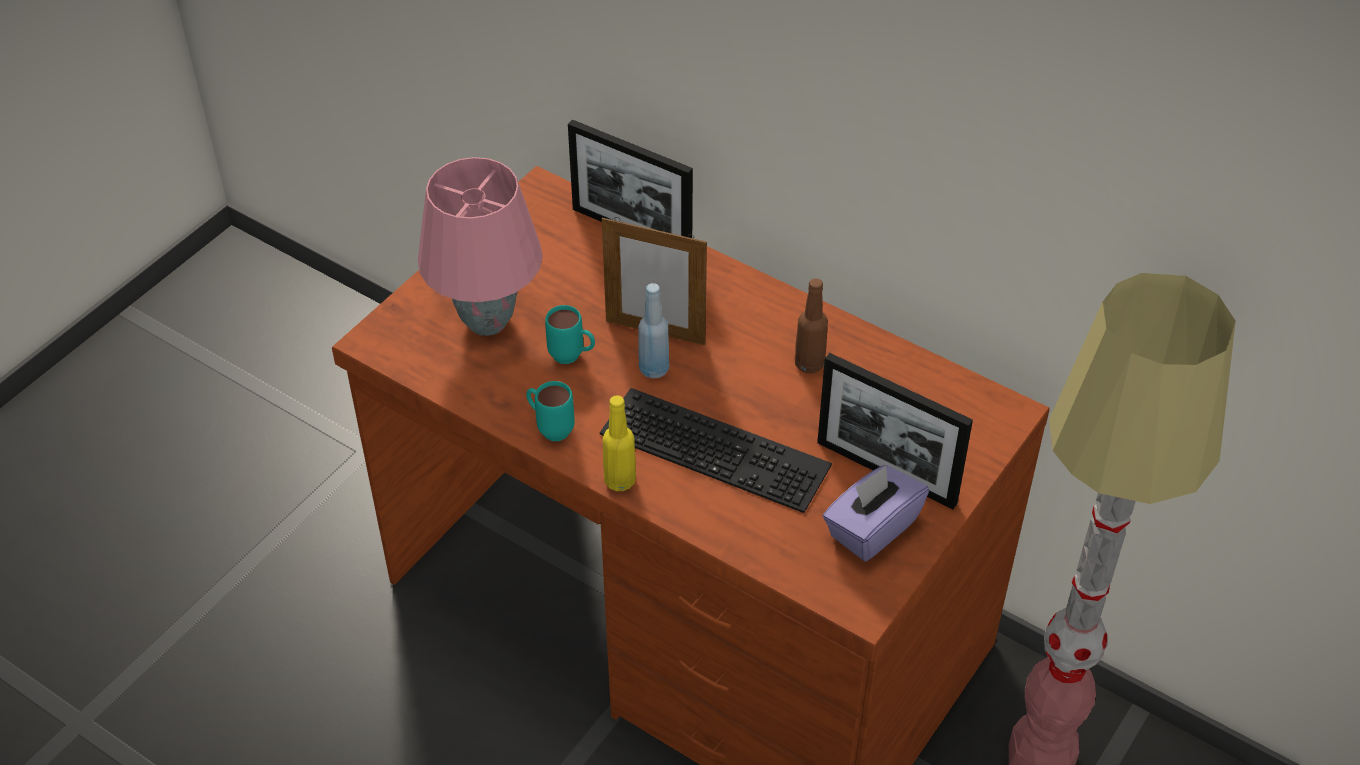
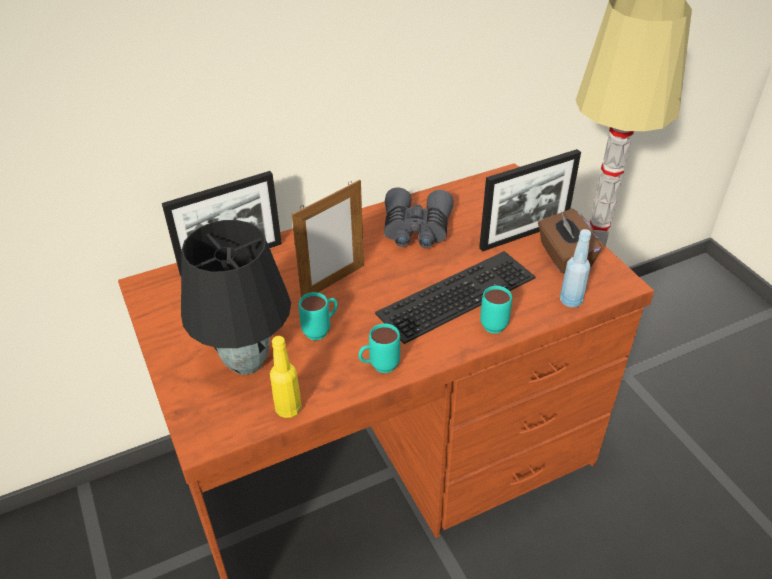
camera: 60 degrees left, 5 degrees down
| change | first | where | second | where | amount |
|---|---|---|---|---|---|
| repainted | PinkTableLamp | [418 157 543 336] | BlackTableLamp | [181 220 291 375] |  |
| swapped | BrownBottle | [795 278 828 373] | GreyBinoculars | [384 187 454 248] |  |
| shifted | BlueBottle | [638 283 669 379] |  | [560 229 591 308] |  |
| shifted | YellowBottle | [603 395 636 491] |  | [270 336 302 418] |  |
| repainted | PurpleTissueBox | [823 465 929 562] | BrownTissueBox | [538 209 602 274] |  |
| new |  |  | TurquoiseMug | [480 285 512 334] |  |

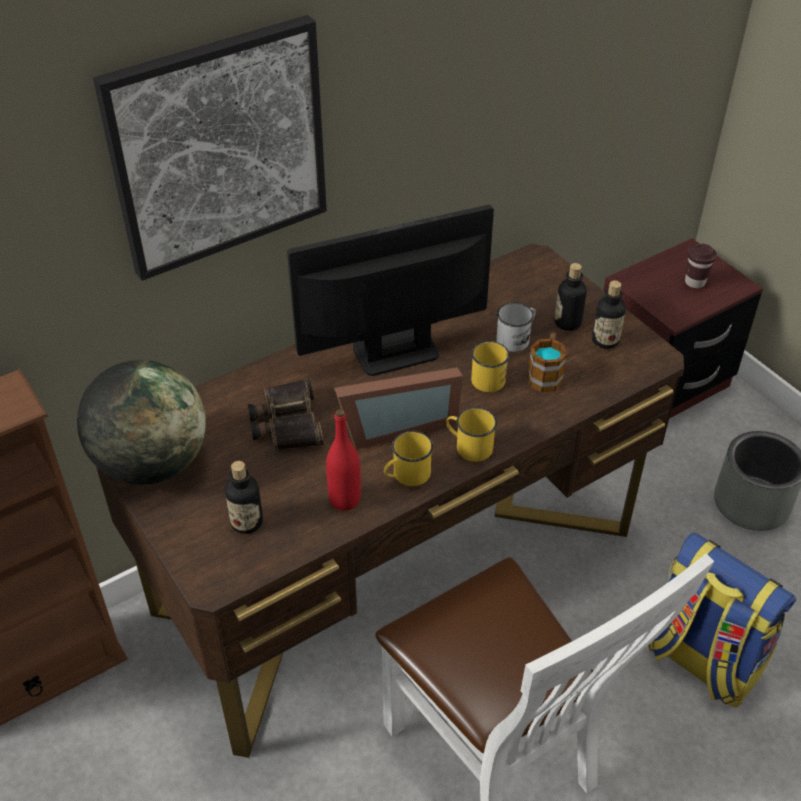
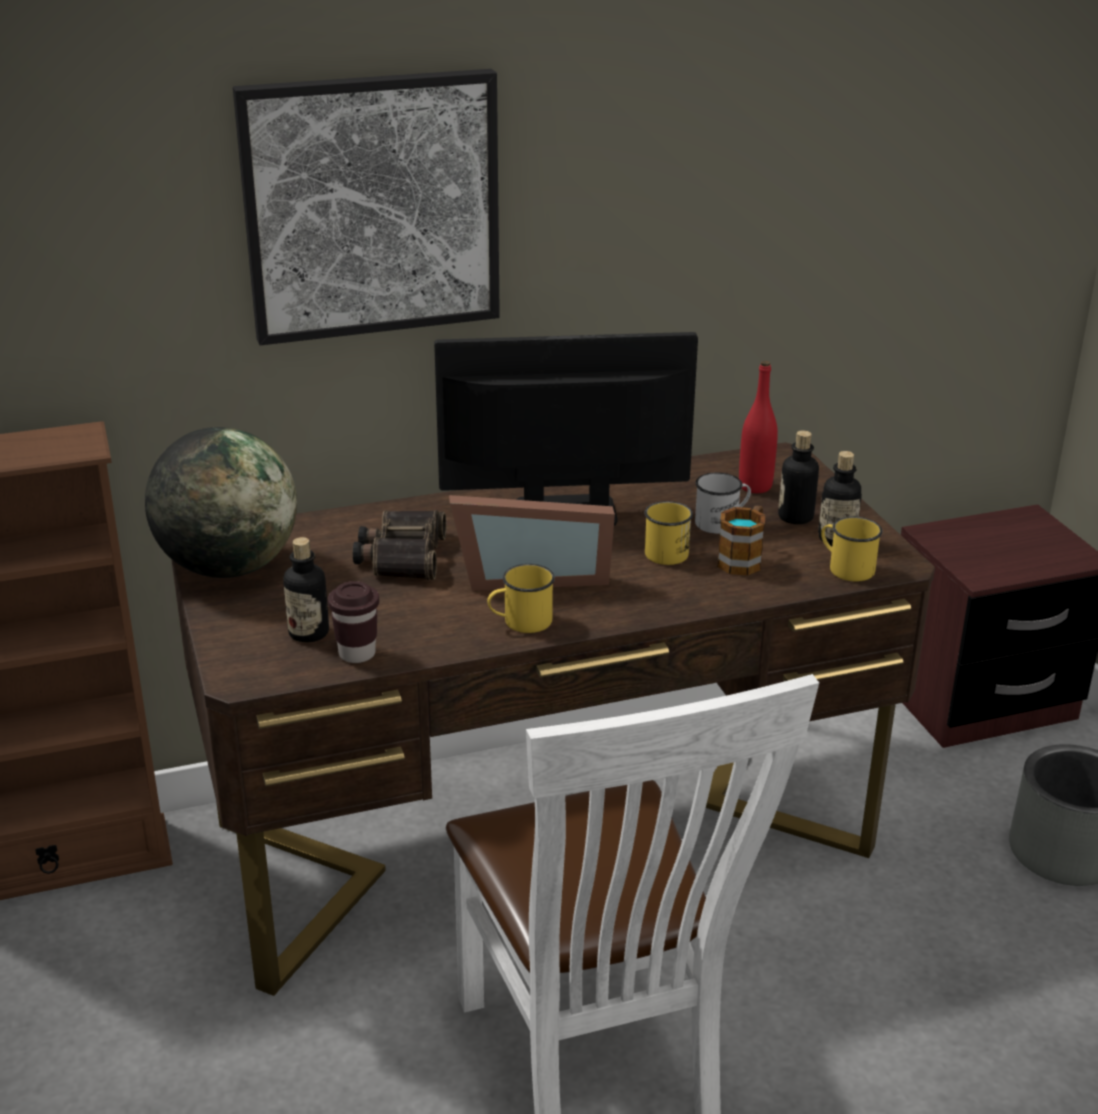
camera: 15 degrees right, 15 degrees down
| change | first | where | second | where | amount |
|---|---|---|---|---|---|
| shifted | BrownCup | [685 243 717 288] |  | [328 581 379 663] |  |
| shifted | YellowMug | [446 407 497 462] |  | [821 517 883 581] |  |
| shifted | RedBottle | [326 409 361 510] |  | [739 361 778 493] |  |
| gone | Backpack | [648 533 796 707] |  |  |  |

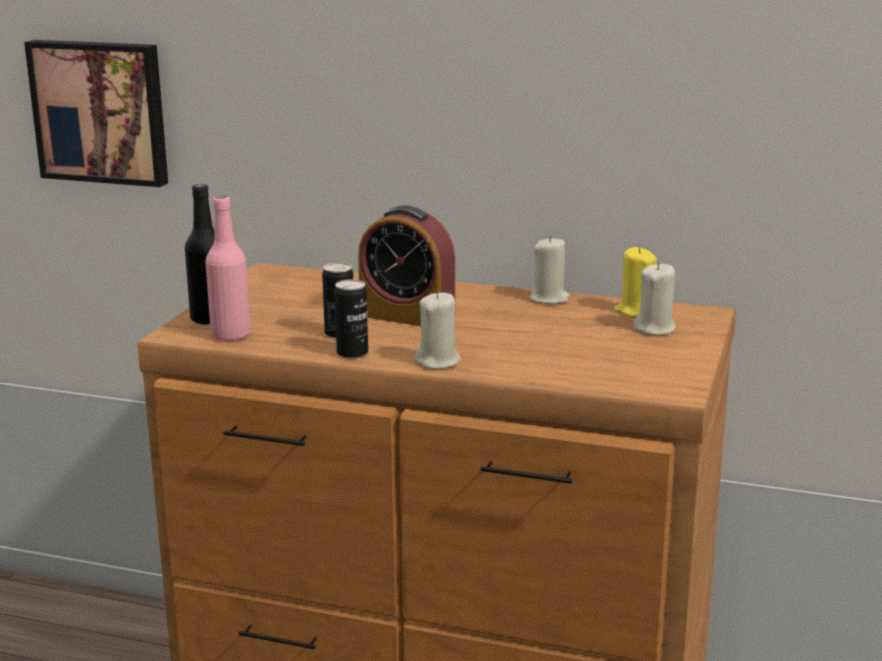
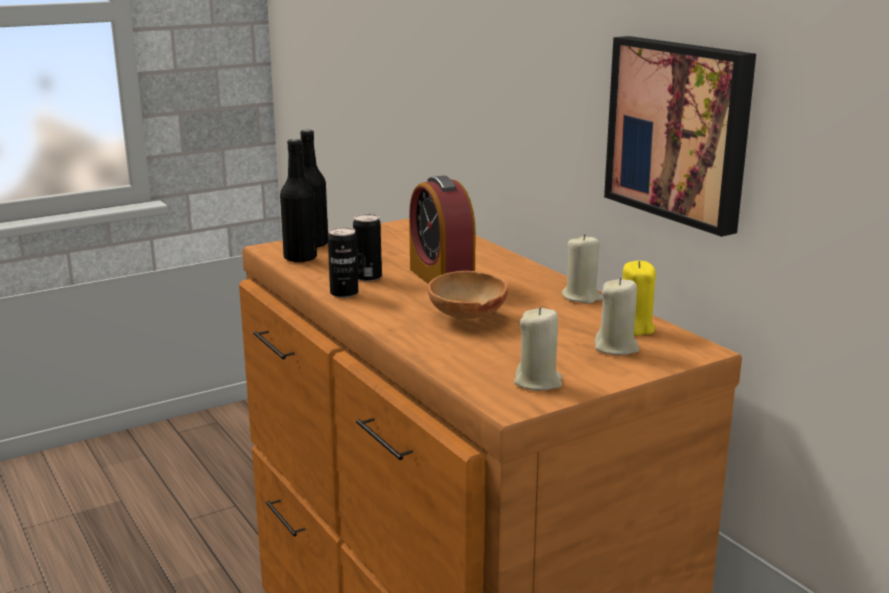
camera: 40 degrees right, 0 degrees up
| change | first | where | second | where | amount |
|---|---|---|---|---|---|
| shifted | Picture | [24 40 168 187] |  | [604 36 756 237] |  |
| repainted | PinkBottle | [205 196 251 342] | BlackBottle | [280 139 317 263] |  |
| shifted | BeigeCandle | [415 292 461 369] |  | [514 307 562 391] |  |
| new |  |  | BrownBowl | [428 271 508 321] |  |

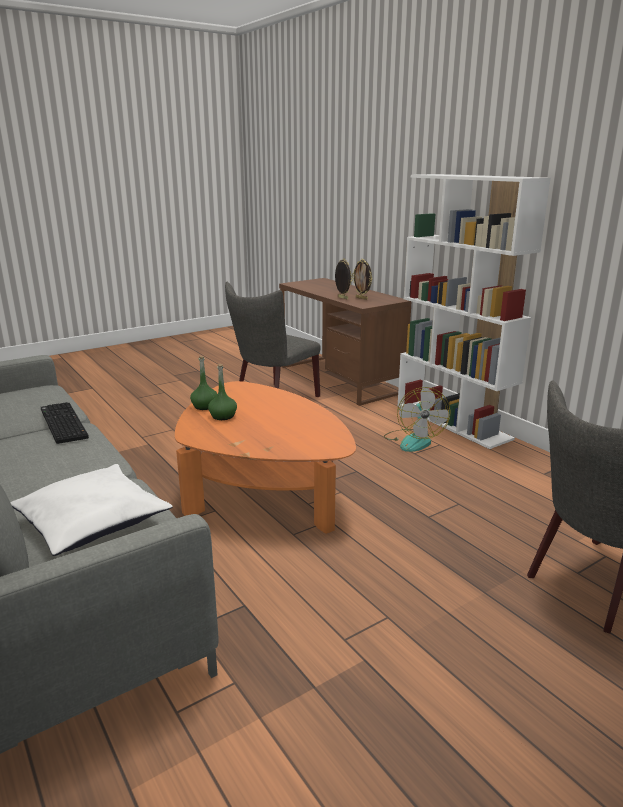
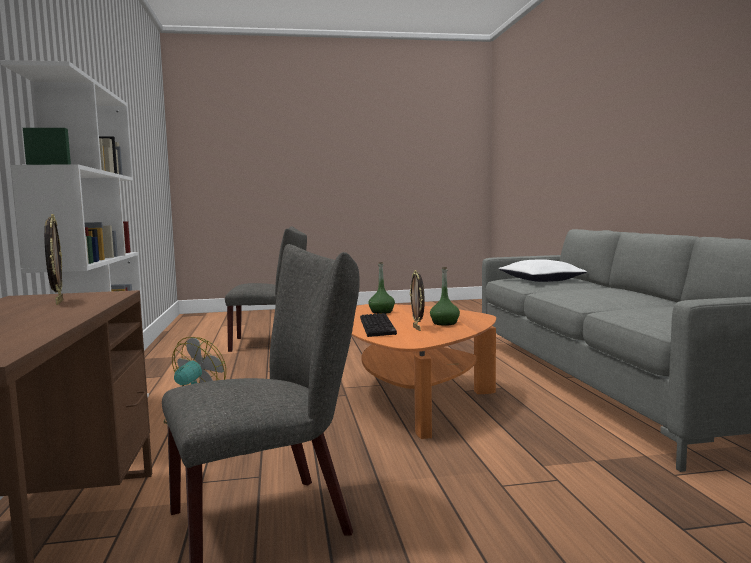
camera: 155 degrees left, 15 degrees down
| change | first | where | second | where | amount |
|---|---|---|---|---|---|
| shifted | PictureFrame | [335 258 353 299] |  | [410 270 425 331] |  |
| shifted | GreenBottle | [190 356 217 410] |  | [368 262 395 314] |  |
| shifted | Keyboard | [41 402 89 444] |  | [360 313 397 337] |  |

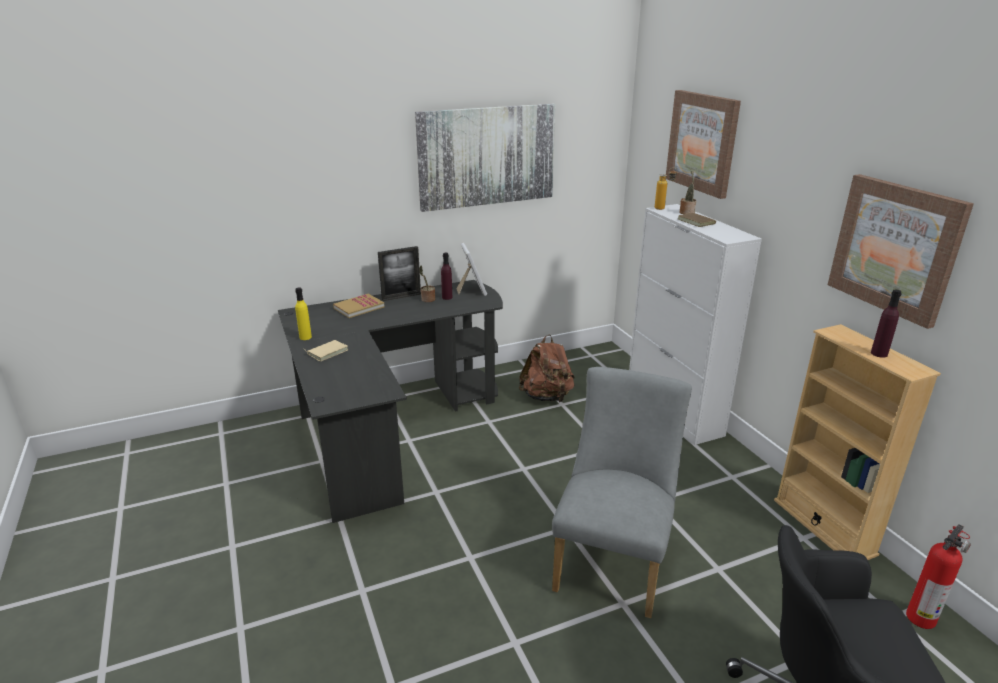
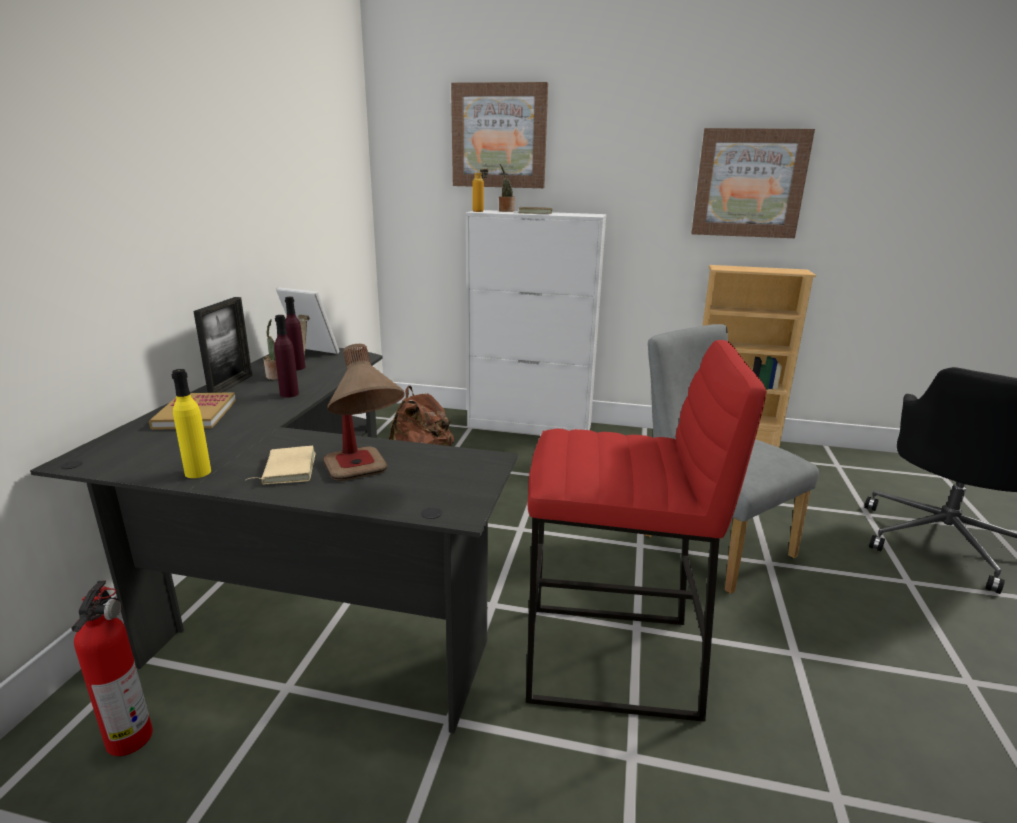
camera: 55 degrees left, 5 degrees down
| change | first | where | second | where | amount |
|---|---|---|---|---|---|
| gone | Picture | [415 104 556 212] |  |  |  |
| shifted | PurpleBottle | [871 290 902 358] |  | [274 315 299 398] |  |
| shifted | FireExtinguisher | [906 524 971 629] |  | [71 581 153 756] |  |
| new |  |  | RedStool | [526 340 767 722] |  |
| new |  |  | TableLamp | [323 344 405 481] |  |

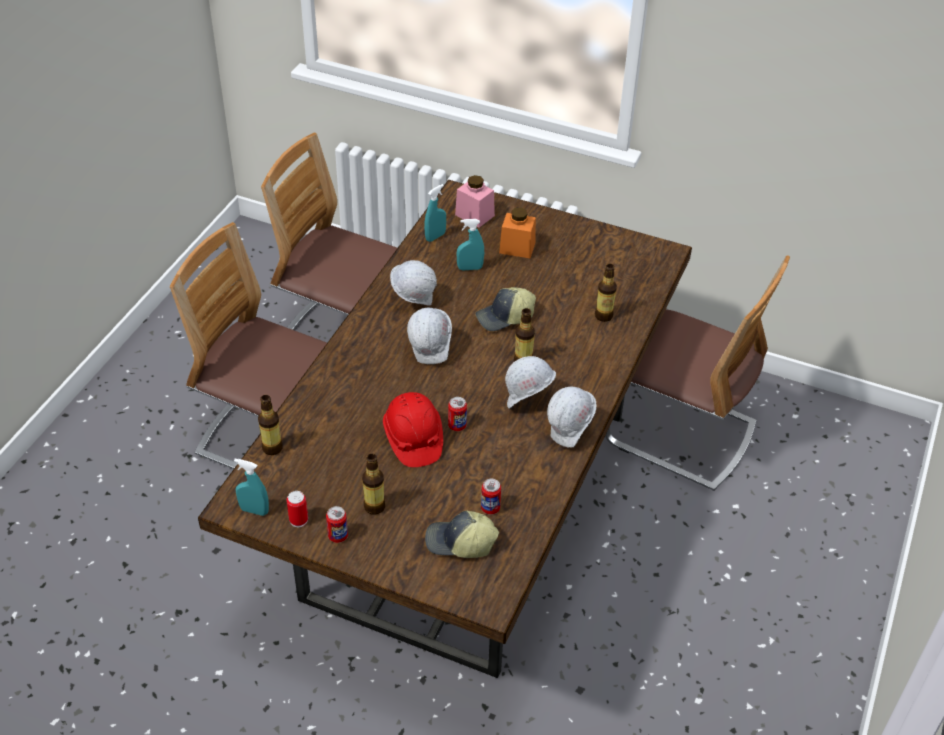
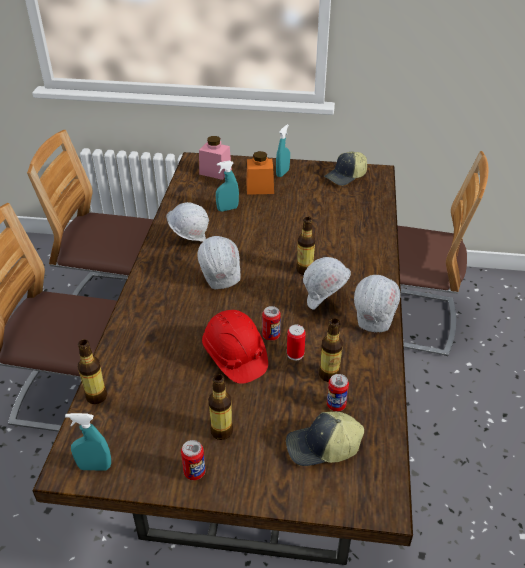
camera: 15 degrees left, 5 degrees down
| change | first | where | second | where | amount |
|---|---|---|---|---|---|
| shifted | TurquoiseSprayBottle | [424 184 446 242] |  | [276 124 290 177] |  |
| shifted | Bottle | [595 264 617 322] |  | [319 318 343 382] |  |
| shifted | Cap | [475 287 536 331] |  | [324 151 367 186] |  |
| shifted | Can | [287 491 308 527] |  | [287 325 306 360] |  |

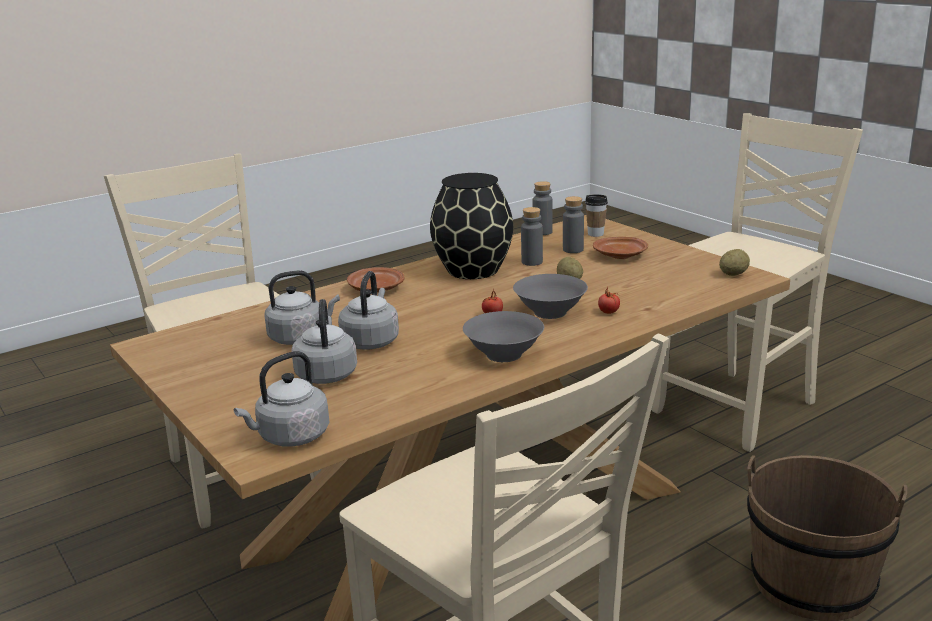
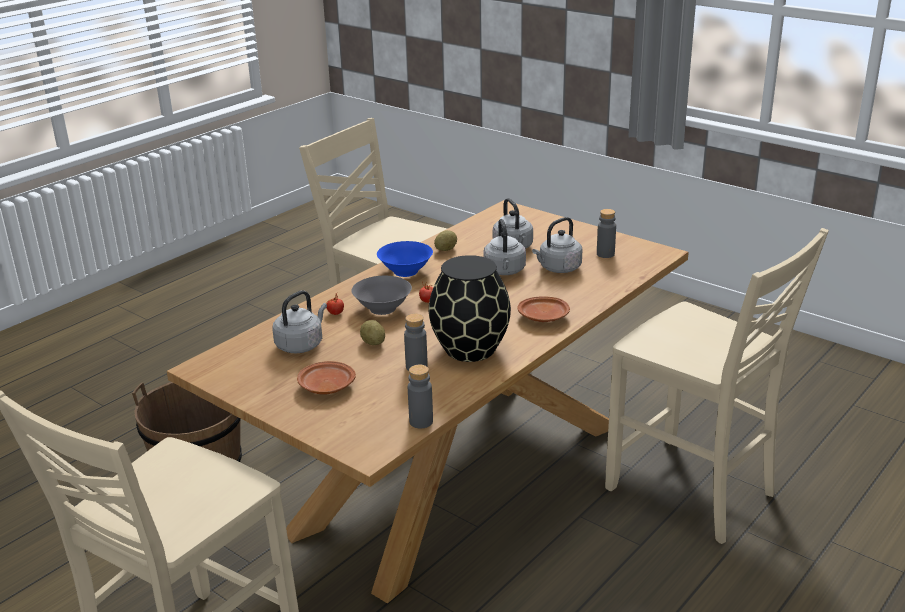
camera: 165 degrees right, 5 degrees up
| change | first | where | second | where | amount |
|---|---|---|---|---|---|
| gone | Cup | [585 194 608 237] |  |  |  |
| shifted | GreyBottle | [563 196 584 253] |  | [597 209 616 258] |  |
| shifted | Potato | [719 249 750 276] |  | [434 230 457 251] |  |
| repainted | GreyBowl | [463 311 544 362] | BlueBowl | [377 241 433 277] |  |
| shifted | GreyKettle | [234 351 329 447] |  | [273 290 327 353] |  |

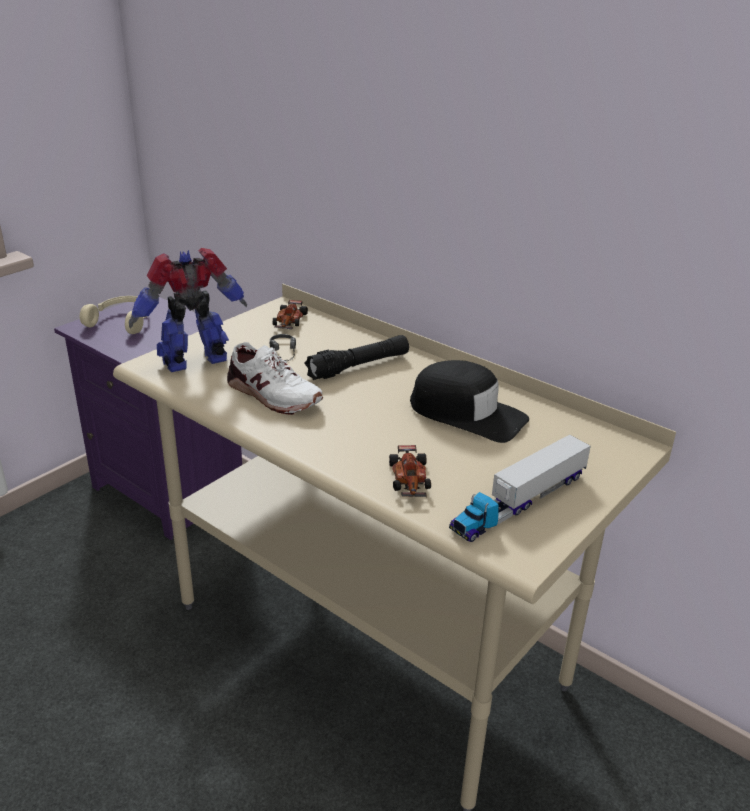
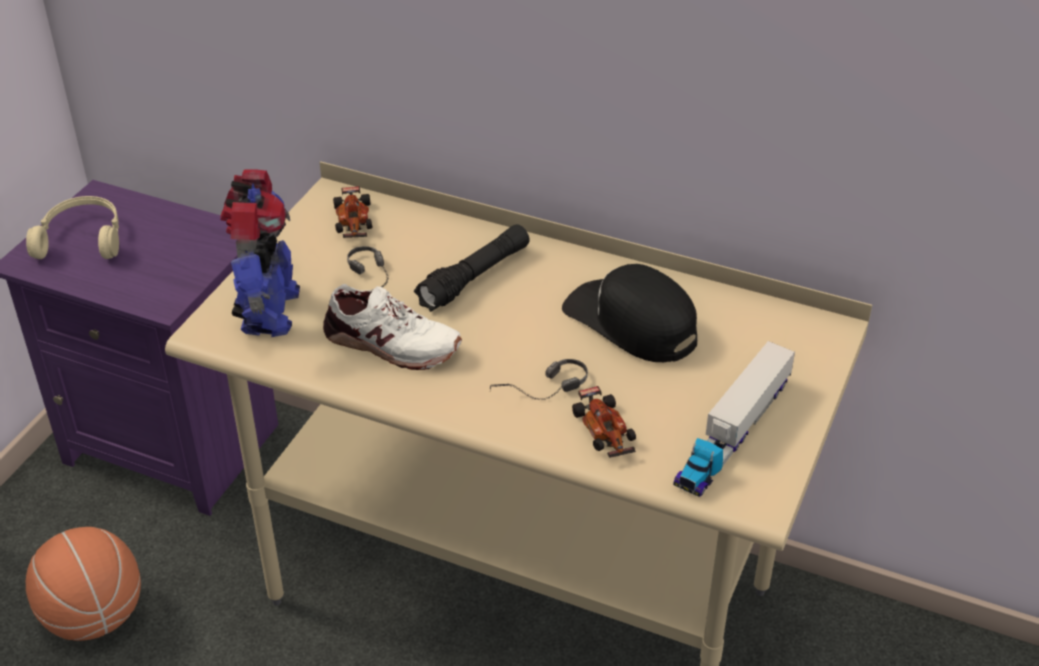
camera: 15 degrees left, 10 degrees up
| change | first | where | second | where | amount |
|---|---|---|---|---|---|
| rotated | ToyRobot | [129 248 247 372] |  | [220 169 300 337] | 135 degrees clockwise |
| rotated | BlackCap | [410 360 529 443] |  | [562 264 697 362] | 150 degrees counterclockwise |
| new |  |  | Headphones | [490 359 588 400] |  |
| new |  |  | Basketball | [26 527 141 641] |  |

